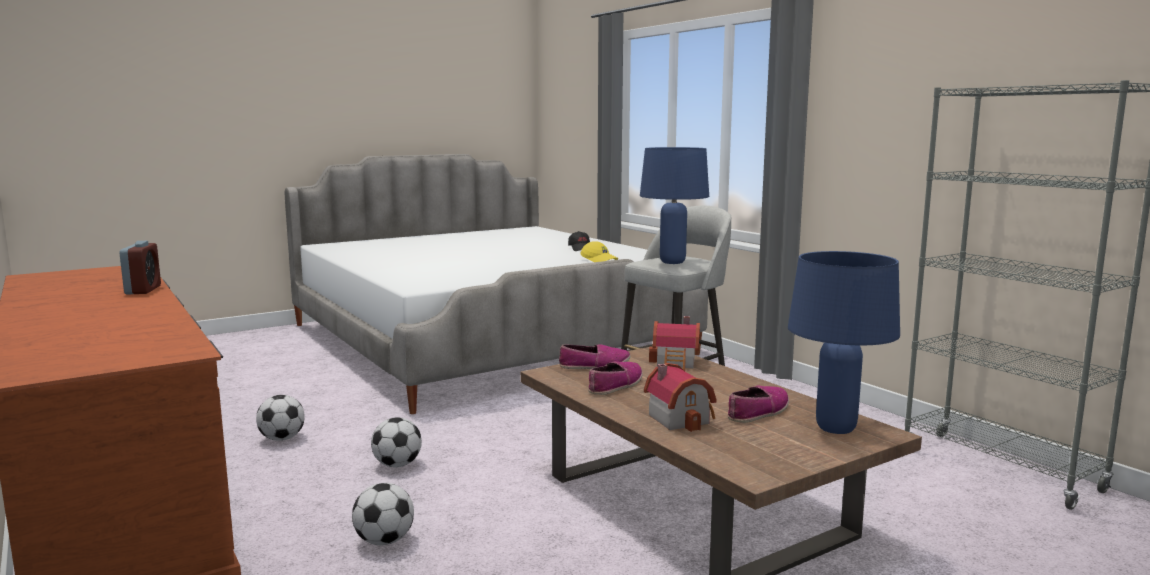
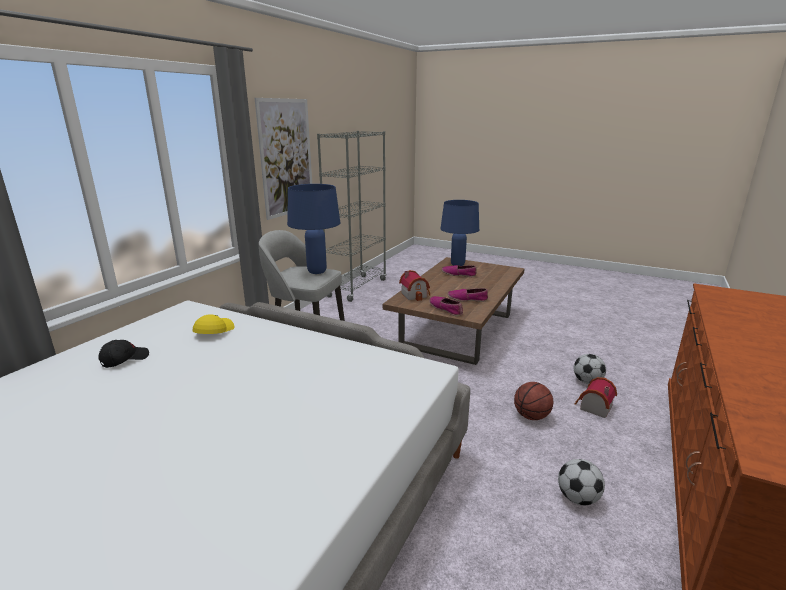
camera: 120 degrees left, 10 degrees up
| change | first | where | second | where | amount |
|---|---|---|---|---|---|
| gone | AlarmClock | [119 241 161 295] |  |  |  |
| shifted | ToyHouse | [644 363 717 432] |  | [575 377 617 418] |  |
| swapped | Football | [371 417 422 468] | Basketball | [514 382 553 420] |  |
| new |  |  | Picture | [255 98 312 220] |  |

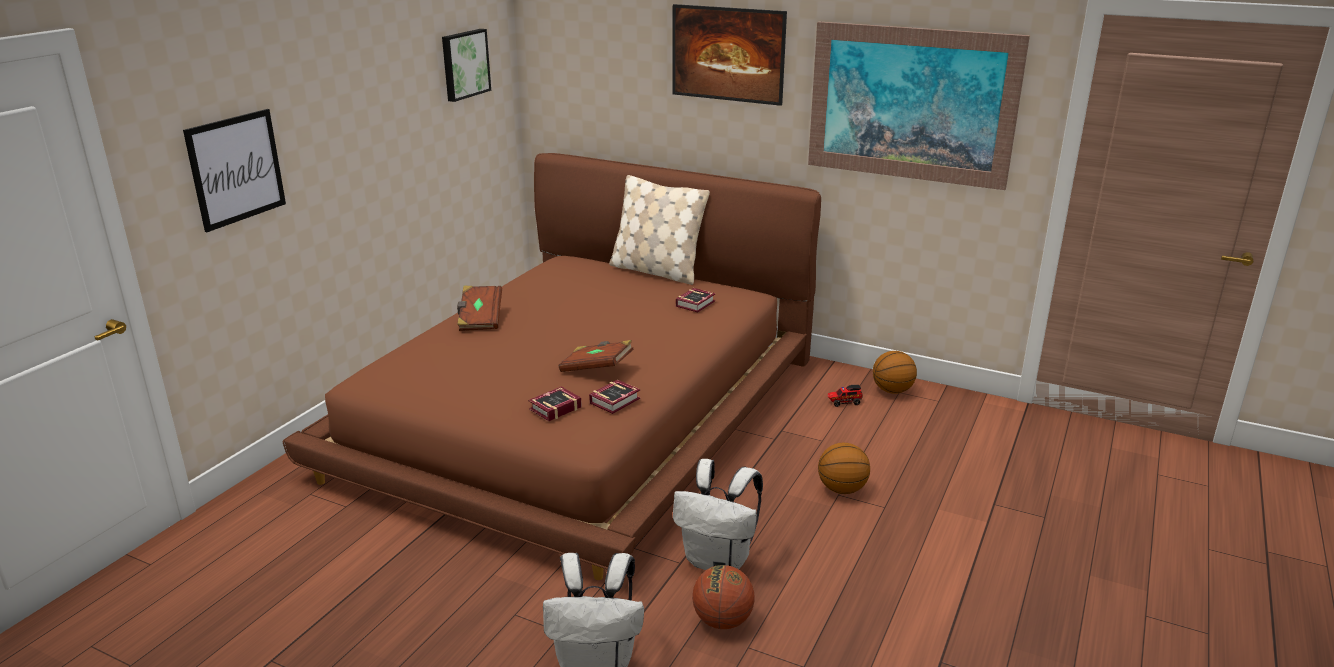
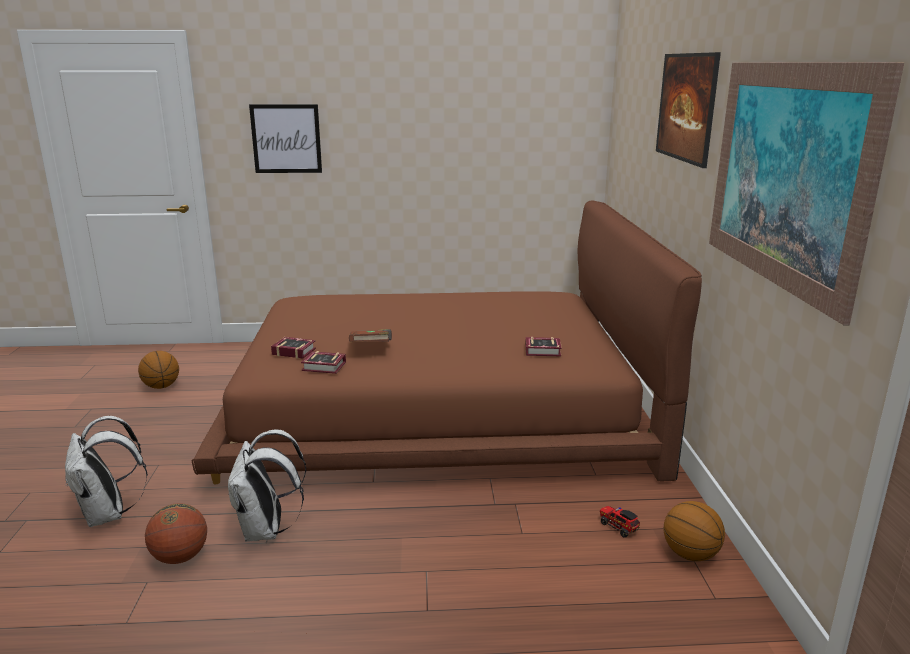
camera: 60 degrees right, 5 degrees down
| change | first | where | second | where | amount |
|---|---|---|---|---|---|
| gone | Picture | [442 29 491 102] |  |  |  |
| gone | BeigePillow | [609 175 710 285] |  |  |  |
| gone | BrownBook | [457 286 502 331] |  |  |  |
| shifted | Basketball | [818 443 870 494] |  | [138 351 179 389] |  |

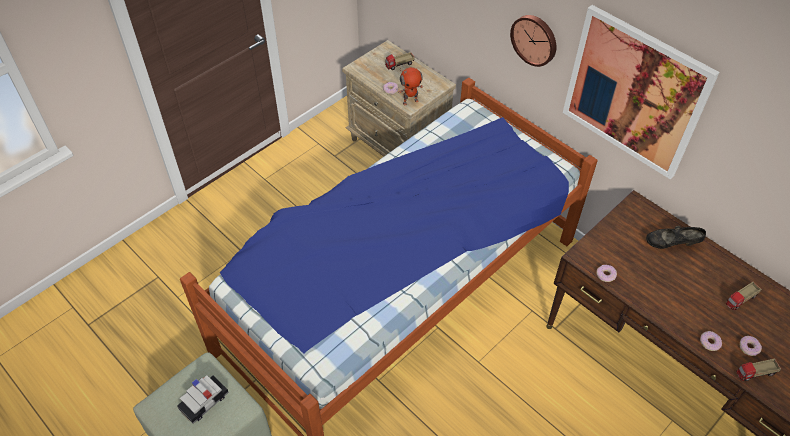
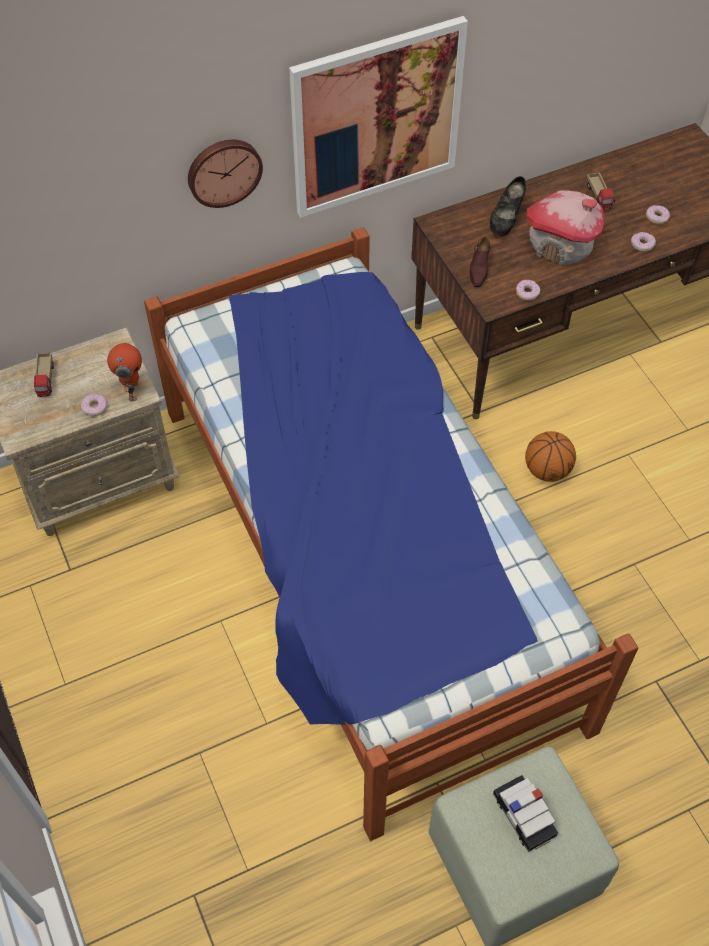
camera: 70 degrees left, 5 degrees up
| change | first | where | second | where | amount |
|---|---|---|---|---|---|
| gone | ToyTruck | [736 359 781 381] |  |  |  |
| new |  |  | ToyHouse | [526 190 604 266] |  |
| new |  |  | BrownShoe | [469 236 490 287] |  |
| new |  |  | Basketball | [525 431 576 482] |  |

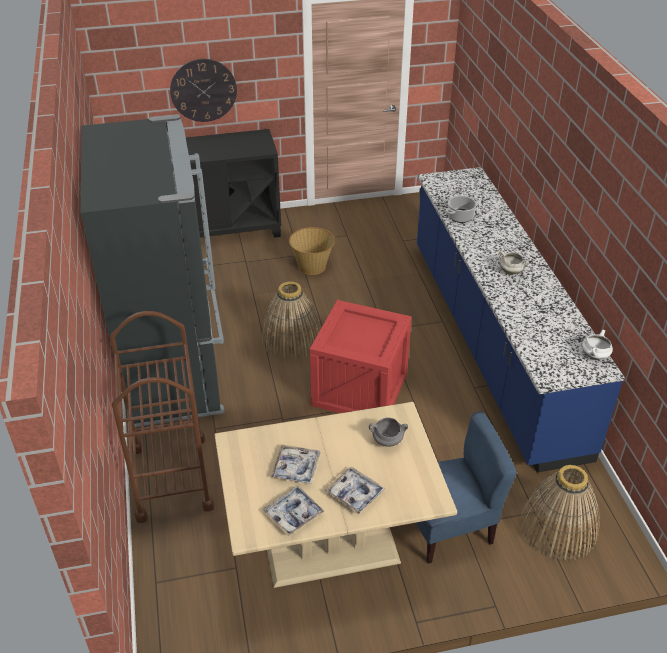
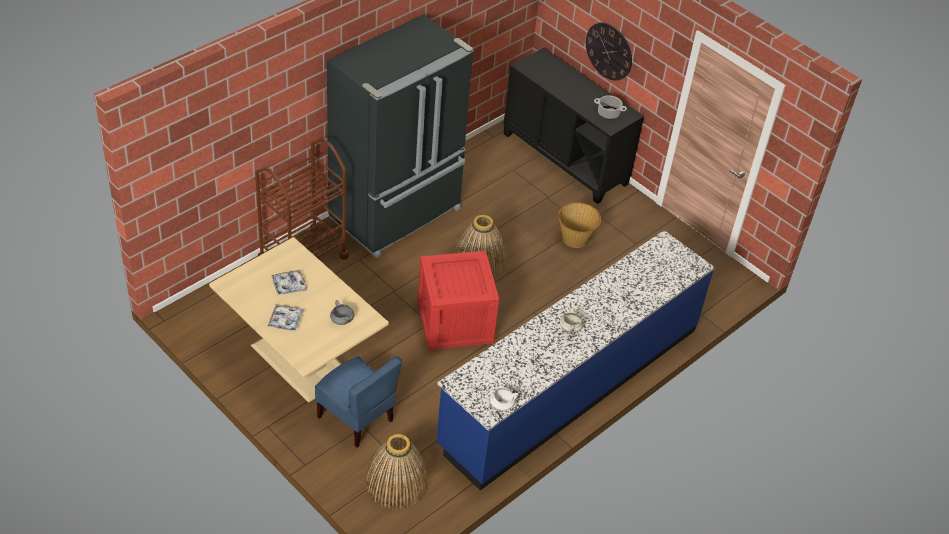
camera: 55 degrees right, 5 degrees up
| change | first | where | second | where | amount |
|---|---|---|---|---|---|
| shifted | CookingPot | [446 195 478 223] |  | [594 95 627 119] |  |
| gone | Tray | [263 486 325 536] |  |  |  |

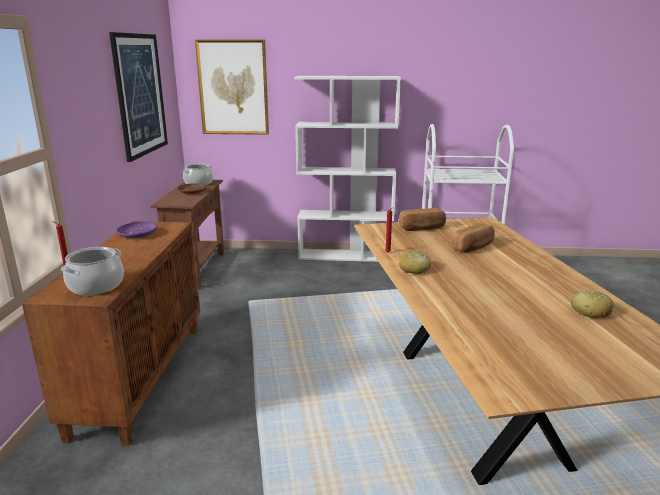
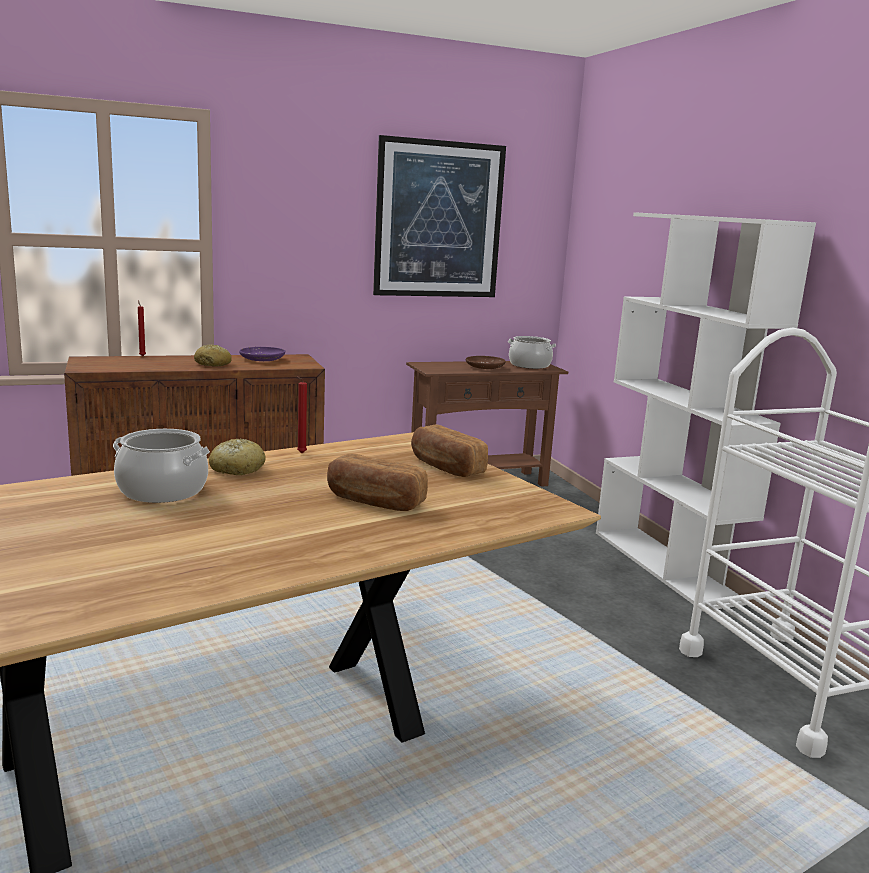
camera: 65 degrees right, 5 degrees down
| change | first | where | second | where | amount |
|---|---|---|---|---|---|
| gone | Picture | [195 39 269 135] |  |  |  |
| shifted | CookingPot | [61 247 124 295] |  | [113 429 210 503] |  |
| shifted | Bread | [571 290 614 318] |  | [194 345 232 367] |  |

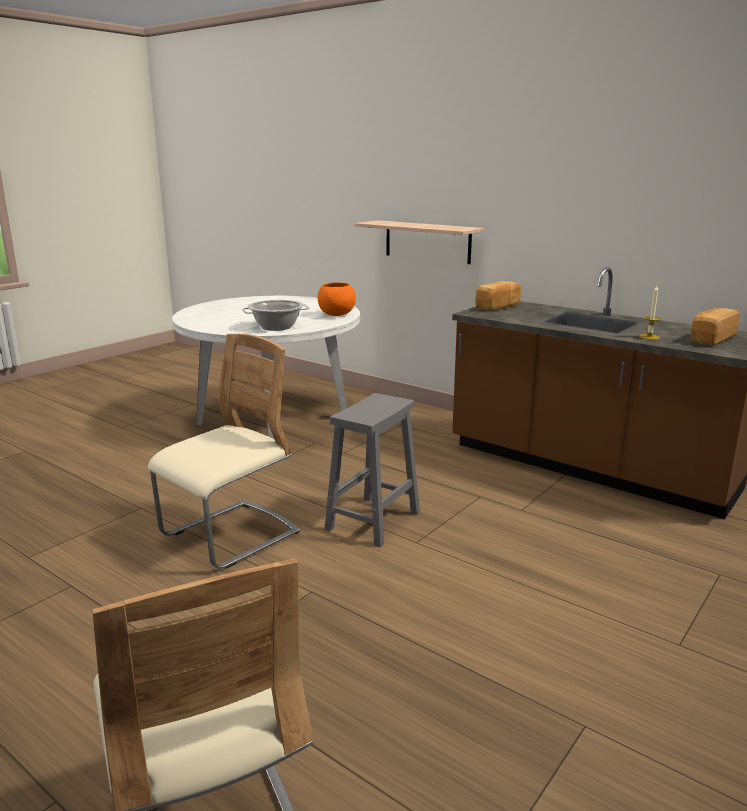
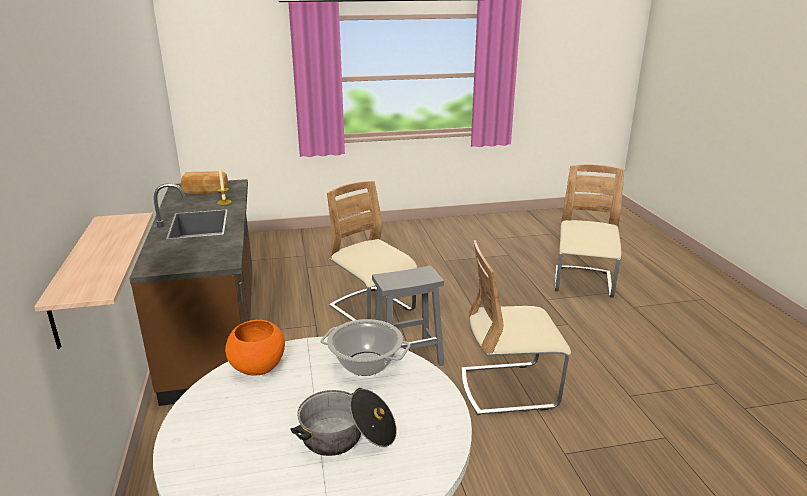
camera: 140 degrees left, 5 degrees up
| change | first | where | second | where | amount |
|---|---|---|---|---|---|
| gone | Bread | [475 281 521 310] |  |  |  |
| new |  |  | BeigeChair | [327 181 417 321] |  |
| new |  |  | CookingPot | [290 388 397 456] |  |

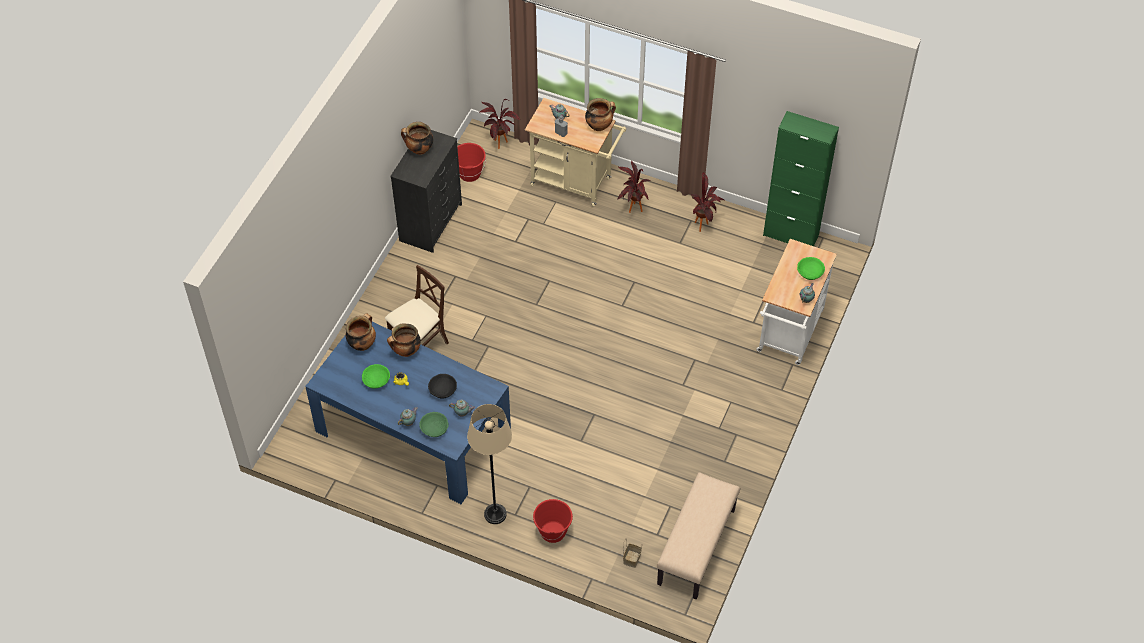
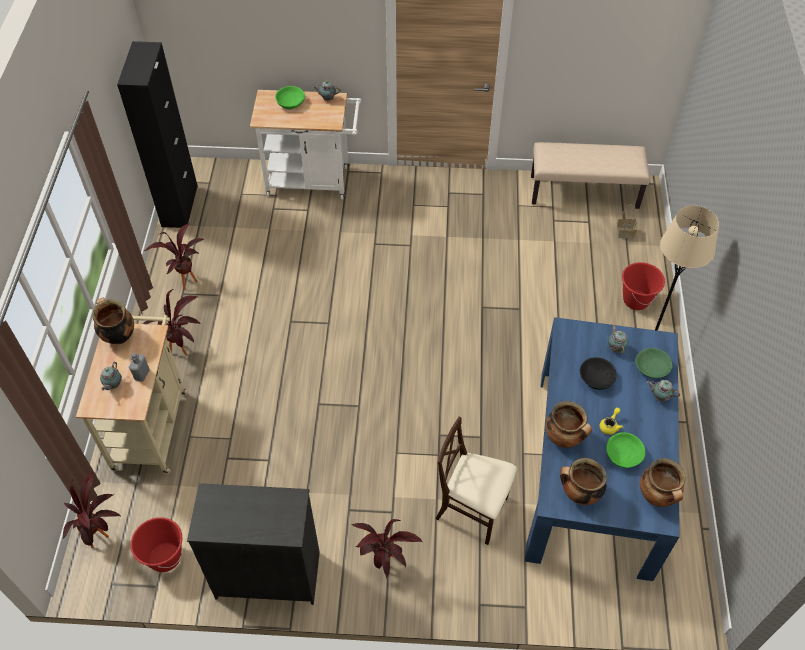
camera: 110 degrees left, 0 degrees up
| change | first | where | second | where | amount |
|---|---|---|---|---|---|
| repainted | GreenCabinet | [763 111 839 246] | BlackCabinet | [117 41 198 228] |  |
| shifted | CookingPot | [401 122 433 155] |  | [640 458 685 507] |  |
| new |  |  | PottedPlant | [351 519 422 578] |  |

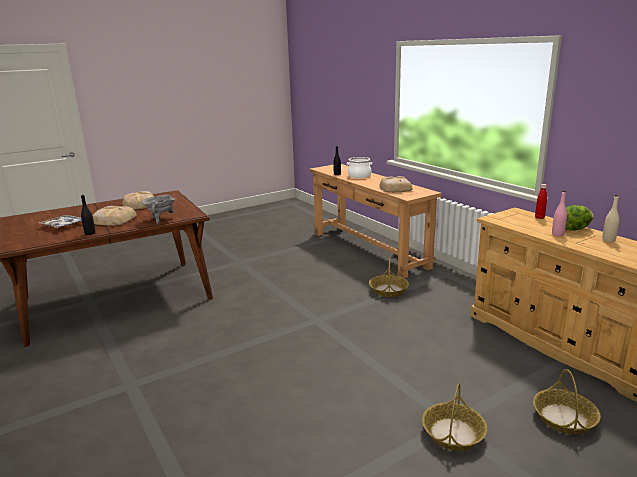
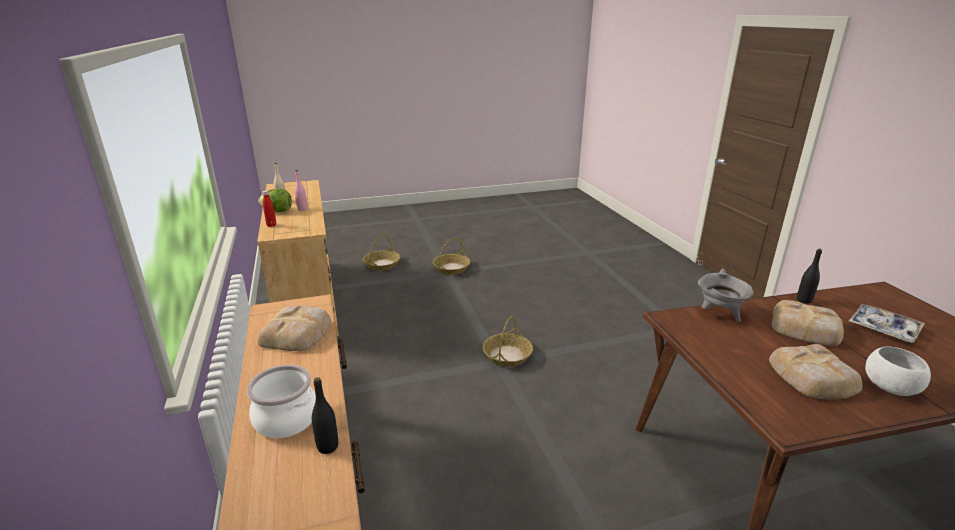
camera: 165 degrees left, 5 degrees up
| change | first | where | second | where | amount |
|---|---|---|---|---|---|
| shifted | Basket | [369 258 409 297] |  | [483 316 533 367] |  |
| new |  |  | WhiteBowl | [865 346 931 396] |  |

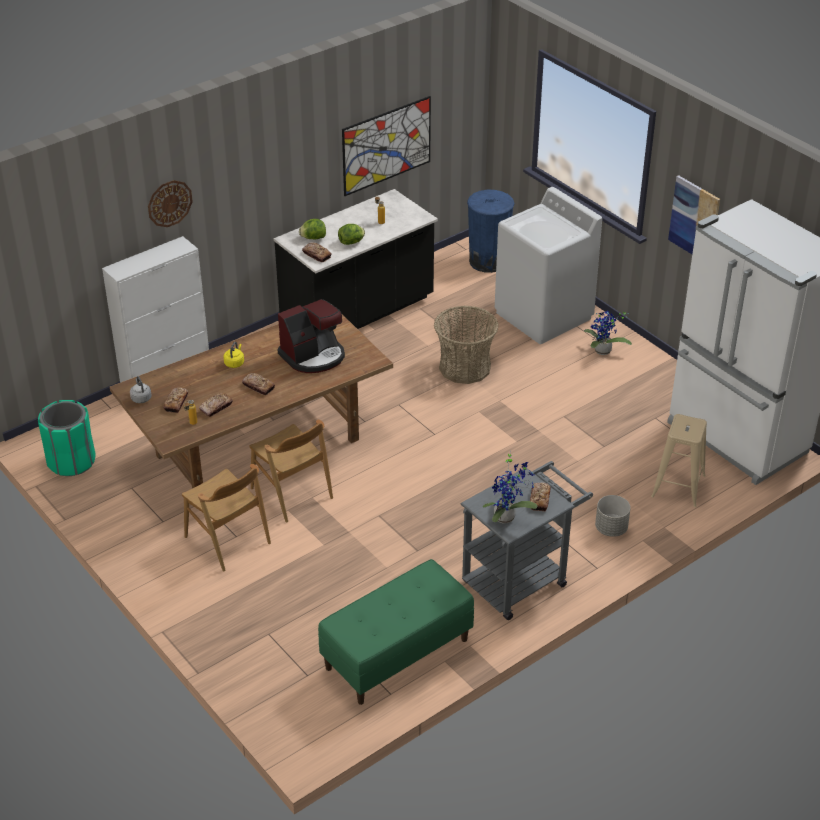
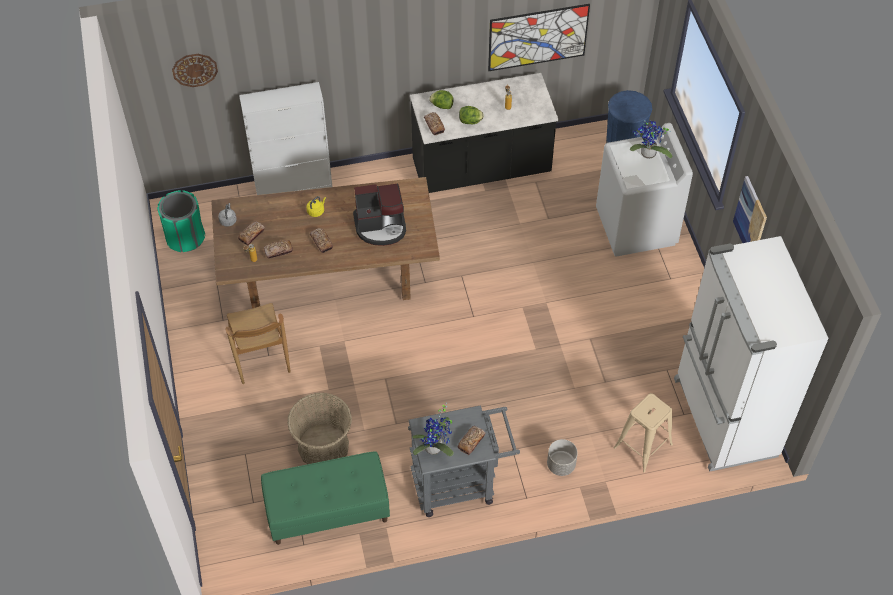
camera: 25 degrees right, 15 degrees up
| change | first | where | second | where | amount |
|---|---|---|---|---|---|
| shifted | WallClock | [148 180 193 227] |  | [172 54 218 87] |  |
| shifted | Basket | [434 306 499 384] |  | [287 393 352 464] |  |
| shifted | PottedPlant | [584 311 632 355] |  | [630 120 672 159] |  |
| gone | BrownChair | [249 420 333 522] |  |  |  |

